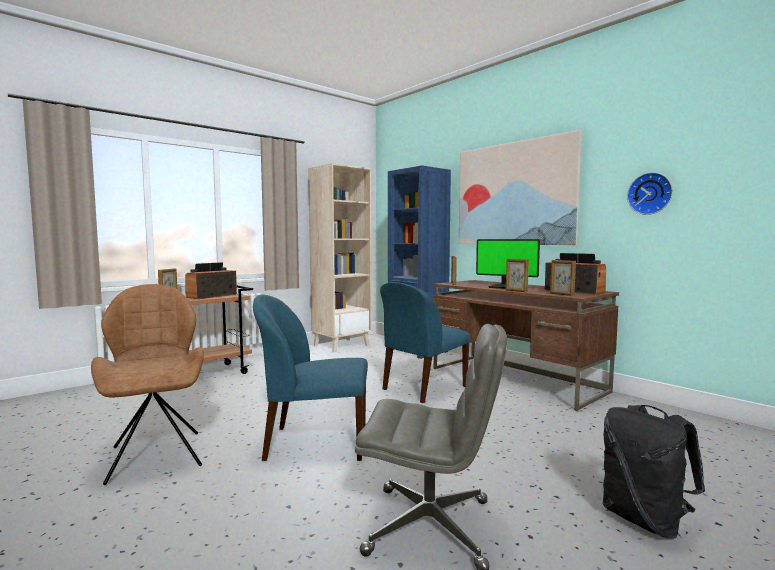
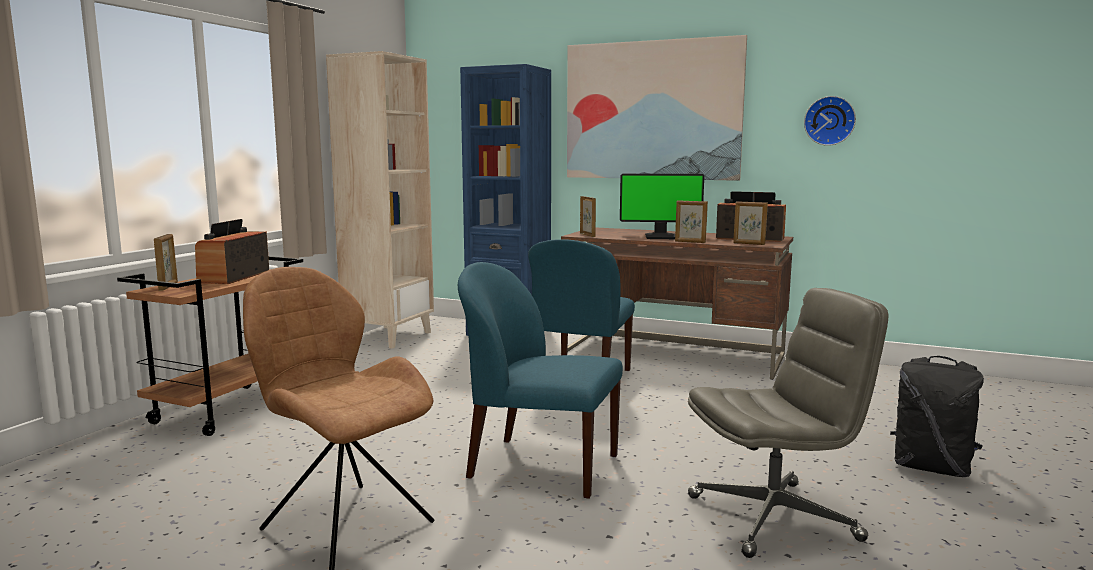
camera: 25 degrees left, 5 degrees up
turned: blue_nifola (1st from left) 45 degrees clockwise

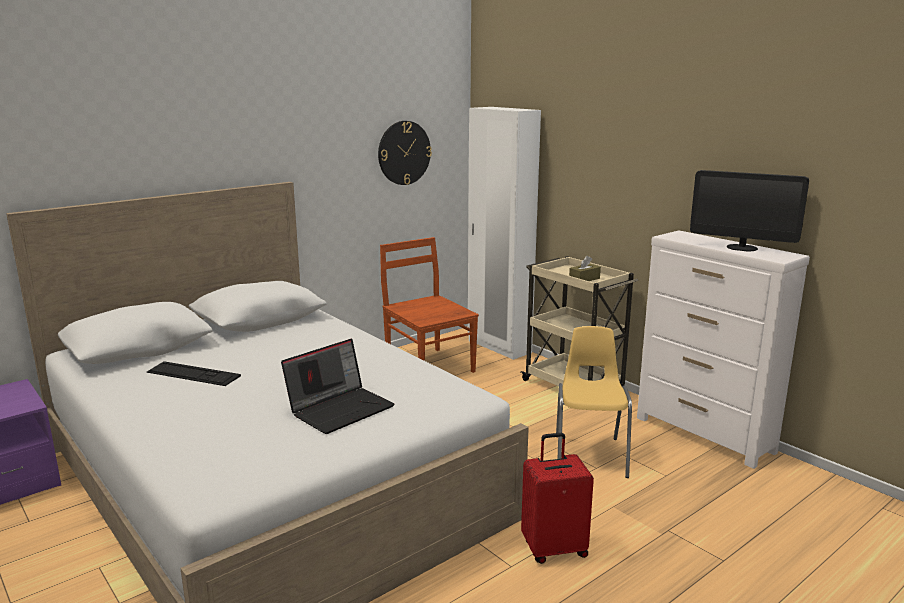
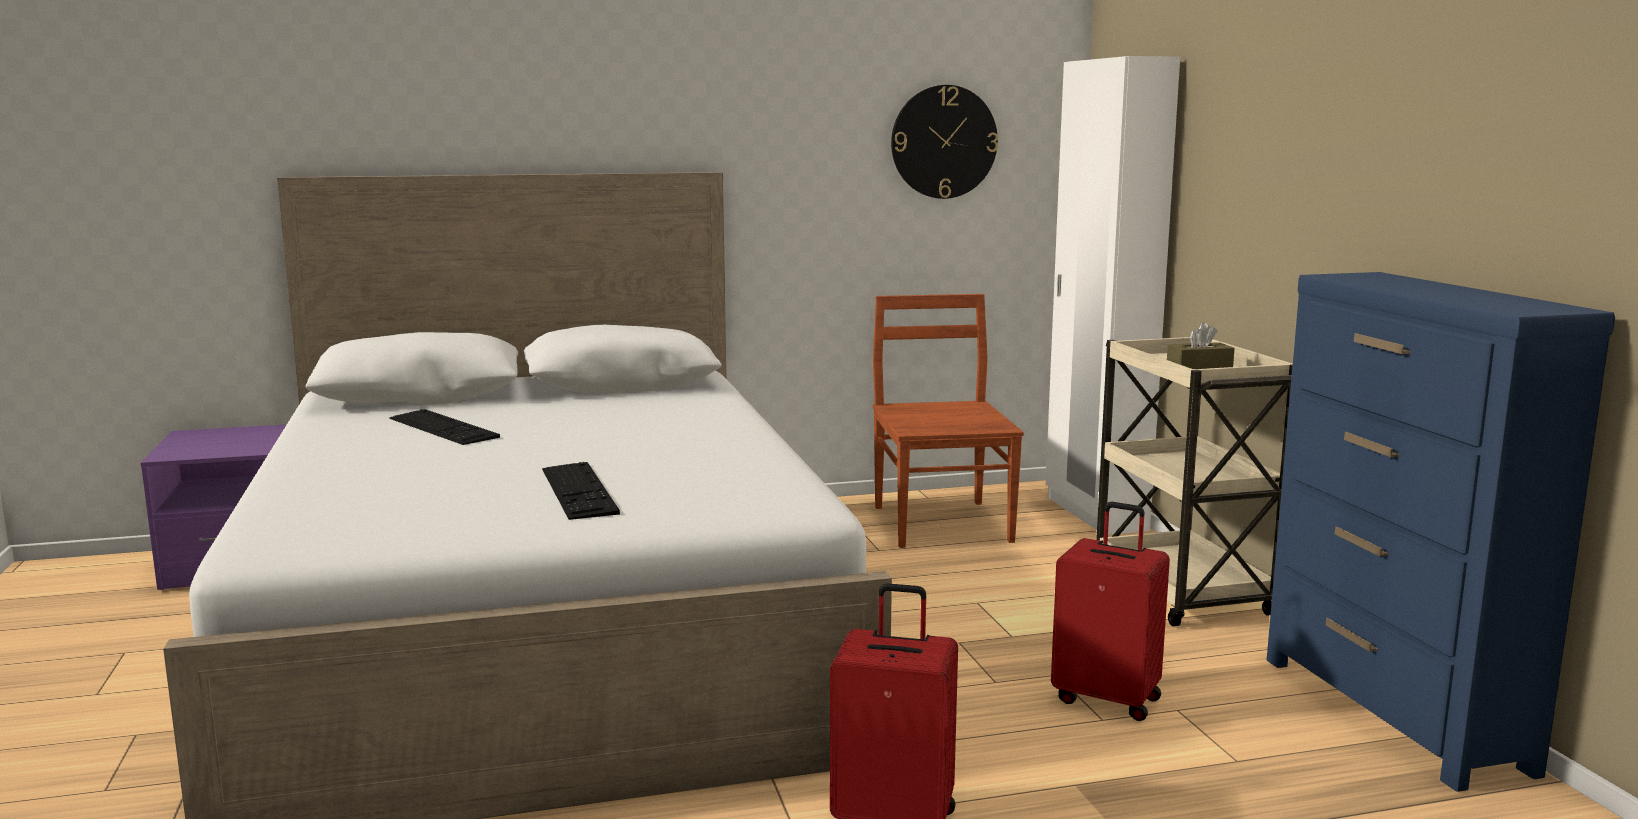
camera: 25 degrees right, 5 degrees down
removed: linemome
replaced: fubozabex to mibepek (2nd from left); yellow_nifola to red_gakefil (2nd from left)
recoloured: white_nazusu to blue_nazusu

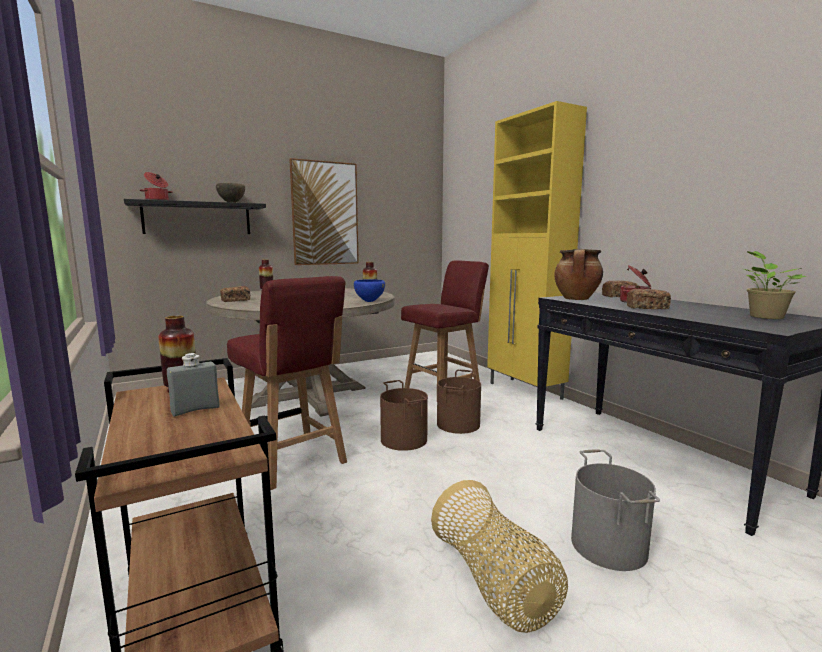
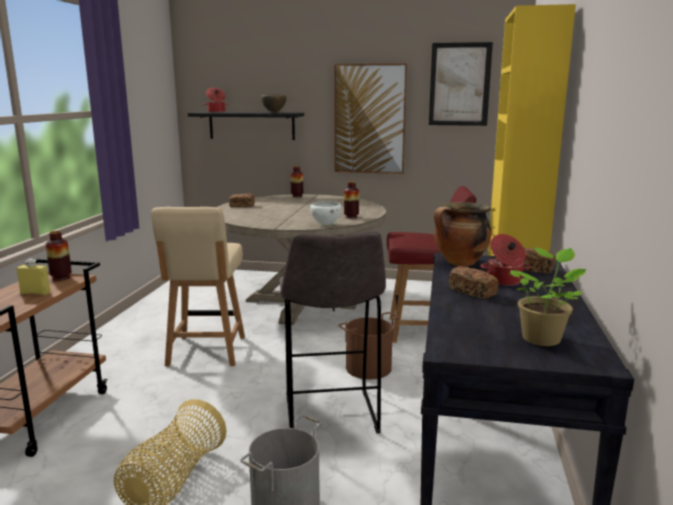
camera: 40 degrees right, 5 degrees up
removed: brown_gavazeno (1st from left)
added: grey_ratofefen; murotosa (2nd from left)
recoloured: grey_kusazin to yellow_kusazin; red_nifola (1st from left) to beige_nifola; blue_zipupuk to white_zipupuk

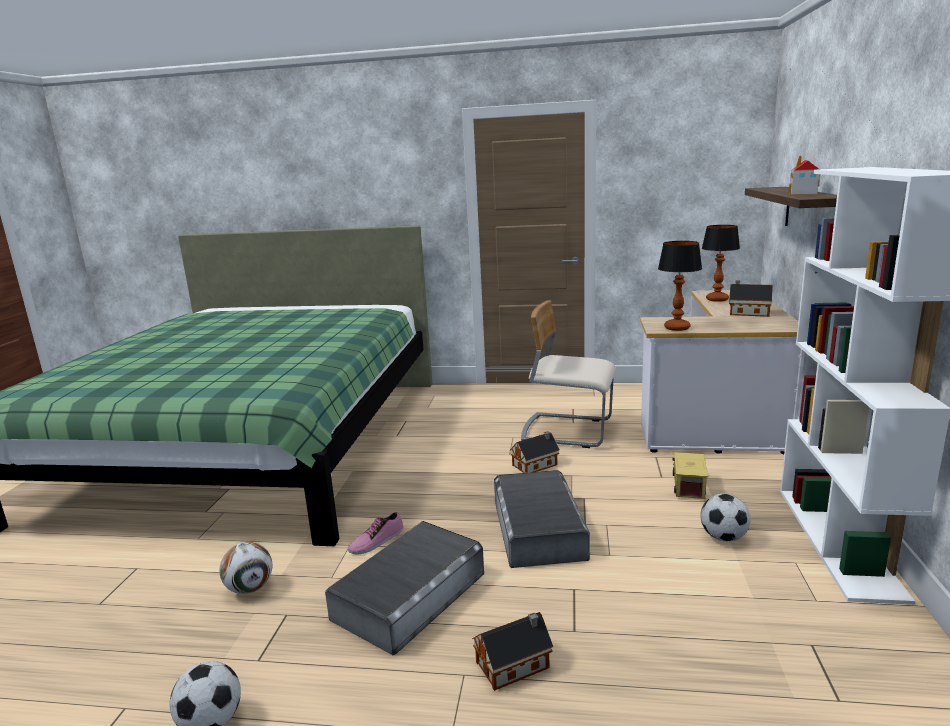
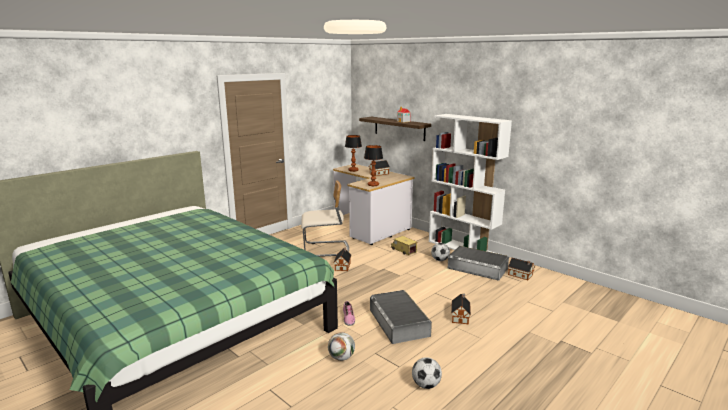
camera: 55 degrees left, 0 degrees up
added: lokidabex (5th from left)
moved: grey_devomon (2nd from left)
turned: beige_nifola 150 degrees counterclockwise

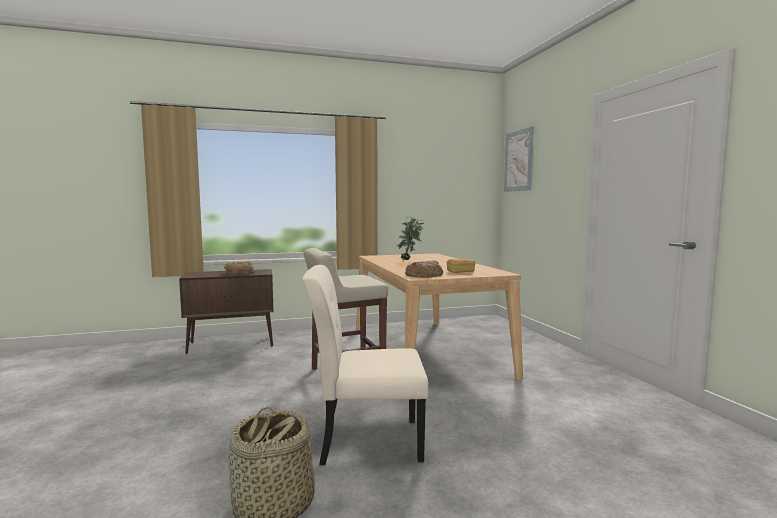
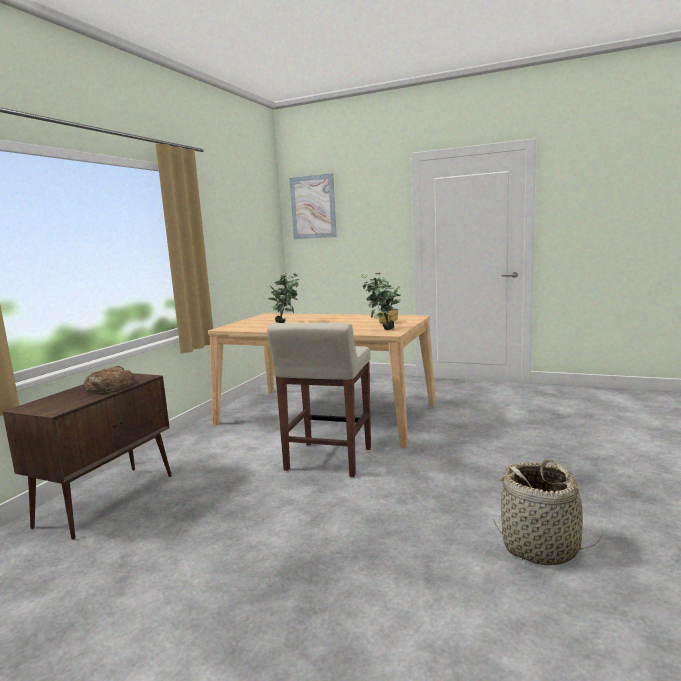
camera: 50 degrees left, 5 degrees up
removed: beige_nifola
replaced: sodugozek (2nd from left) to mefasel (2nd from left)

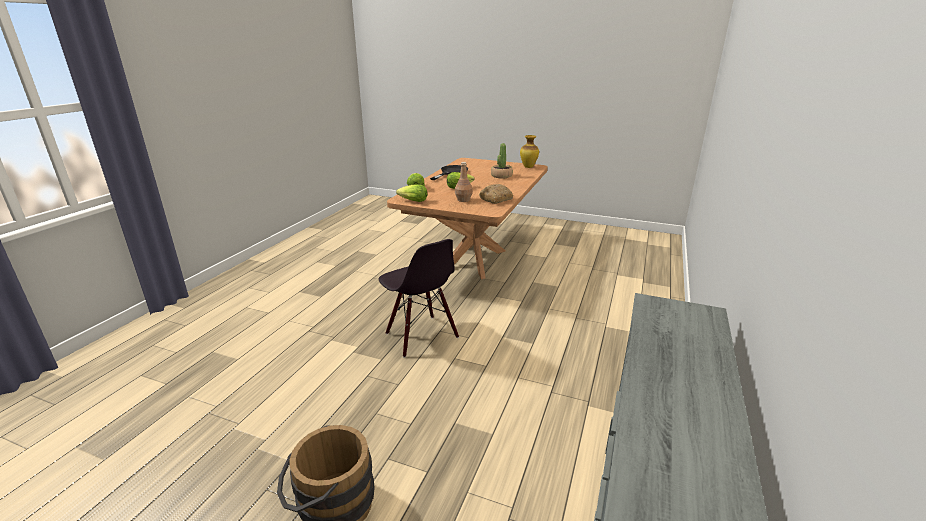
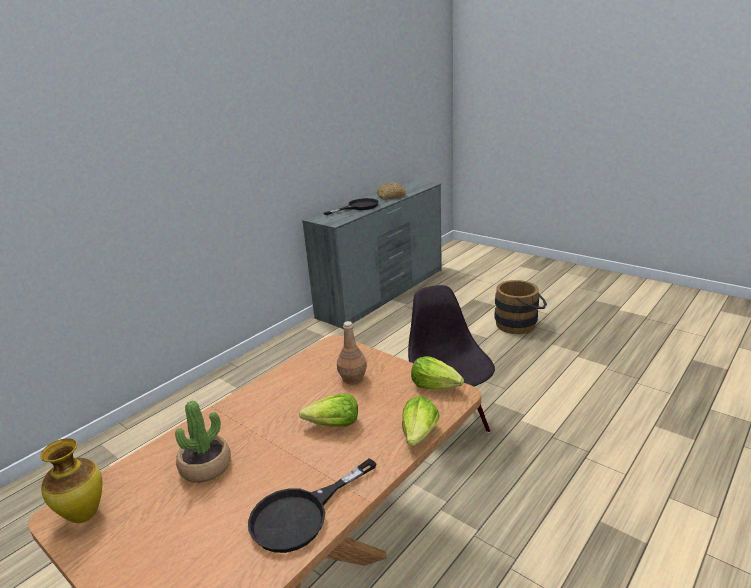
camera: 160 degrees left, 0 degrees up
added: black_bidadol (2nd from left)
moved: sodugozek

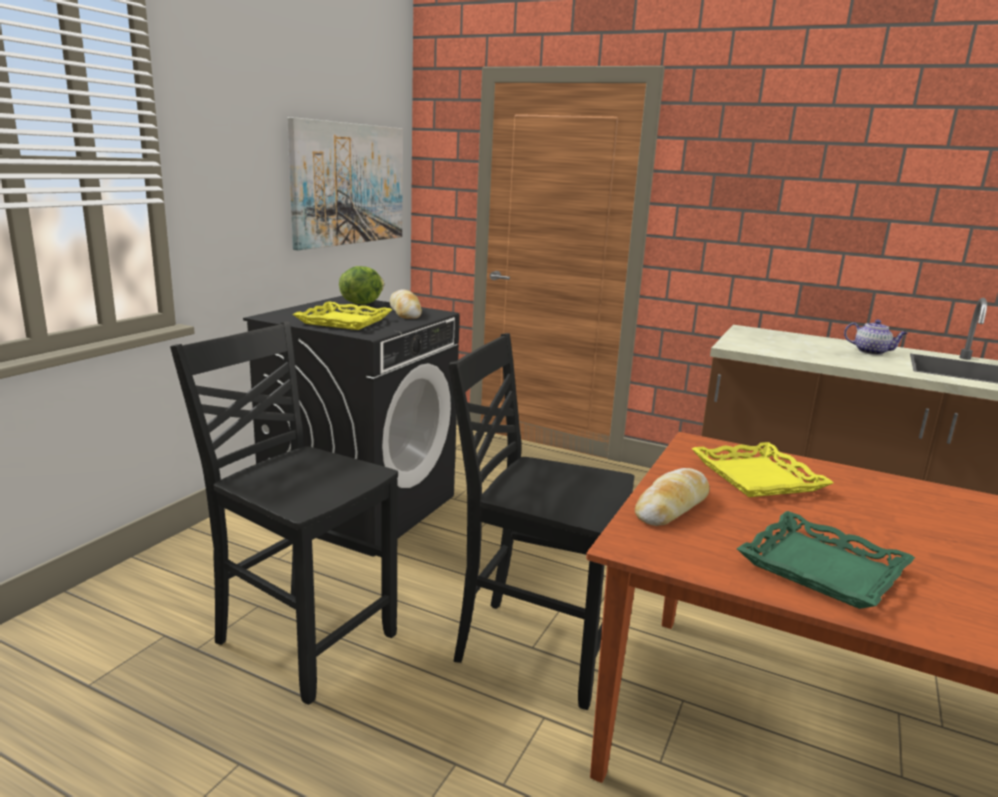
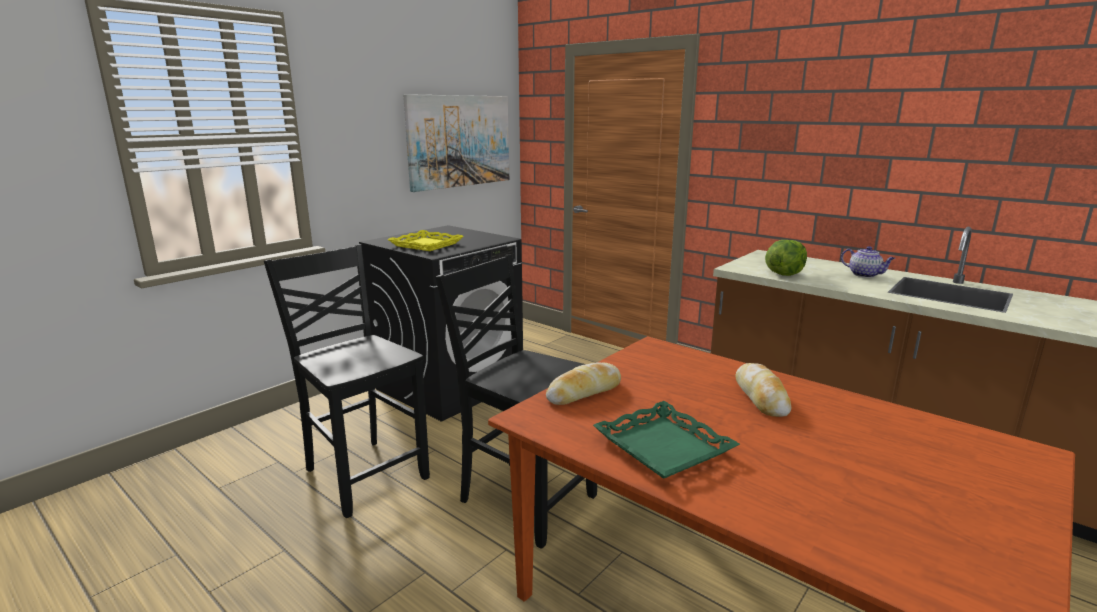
camera: 15 degrees right, 0 degrees up
removed: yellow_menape (2nd from left)
moved: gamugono; sodugozek (1st from left in the first image) to sodugozek (2nd from left)

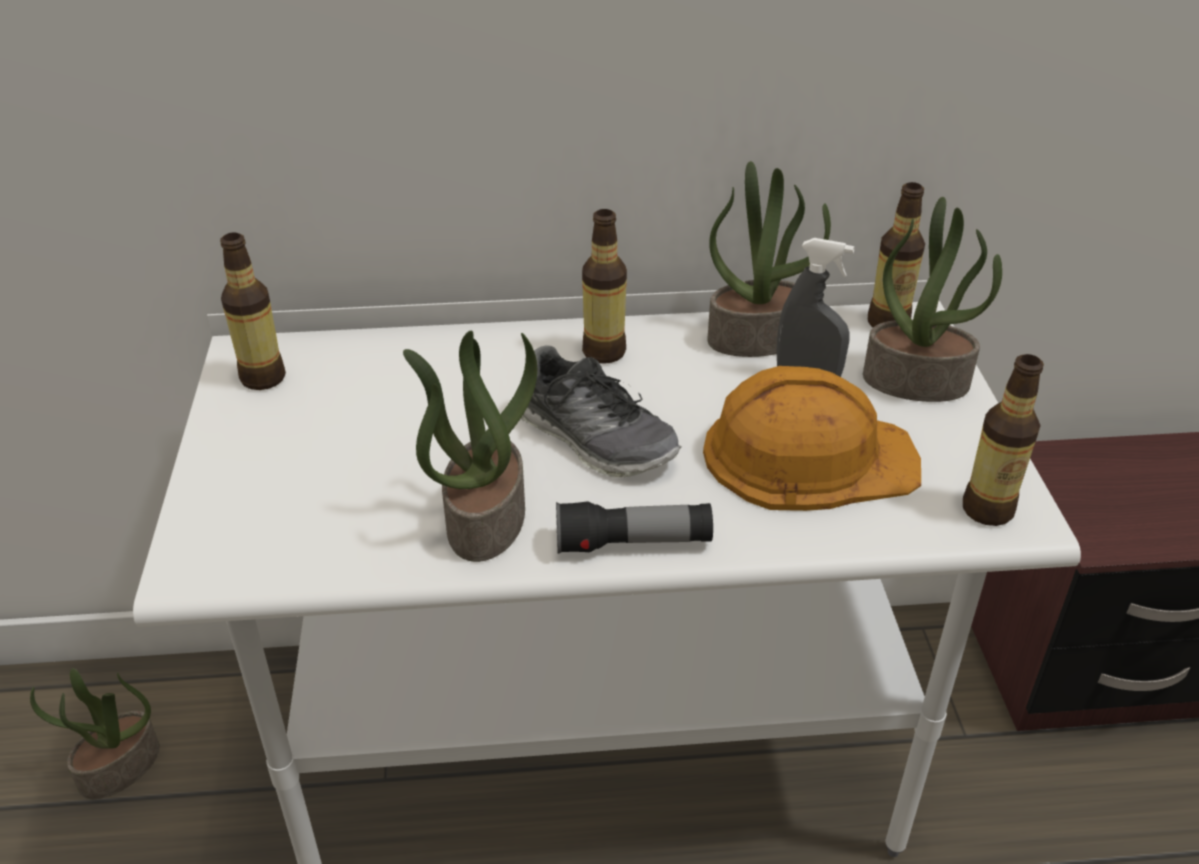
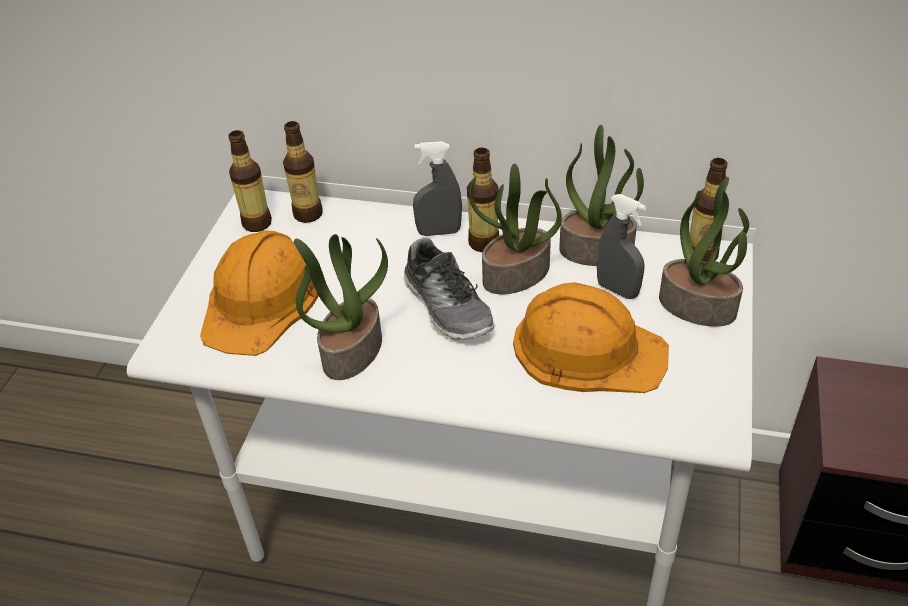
camera: 20 degrees right, 5 degrees up
removed: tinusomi
added: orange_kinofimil (1st from left); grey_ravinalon (1st from left)
moved: mefasel (1st from left in the first image) to mefasel (2nd from left); kusazin (4th from left in the first image) to kusazin (2nd from left)

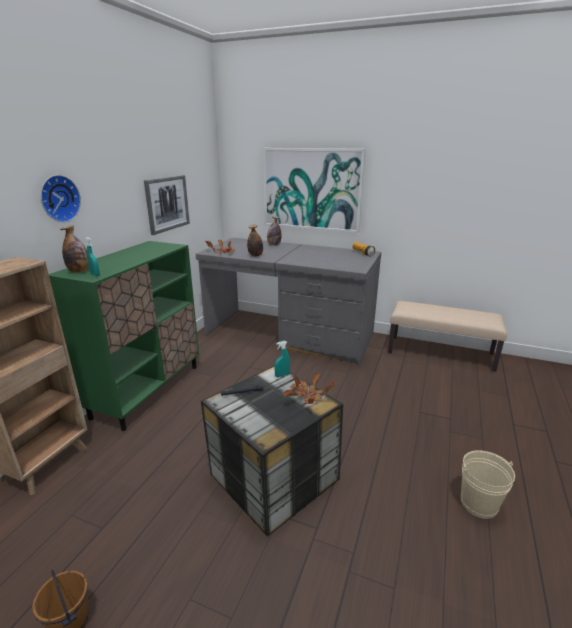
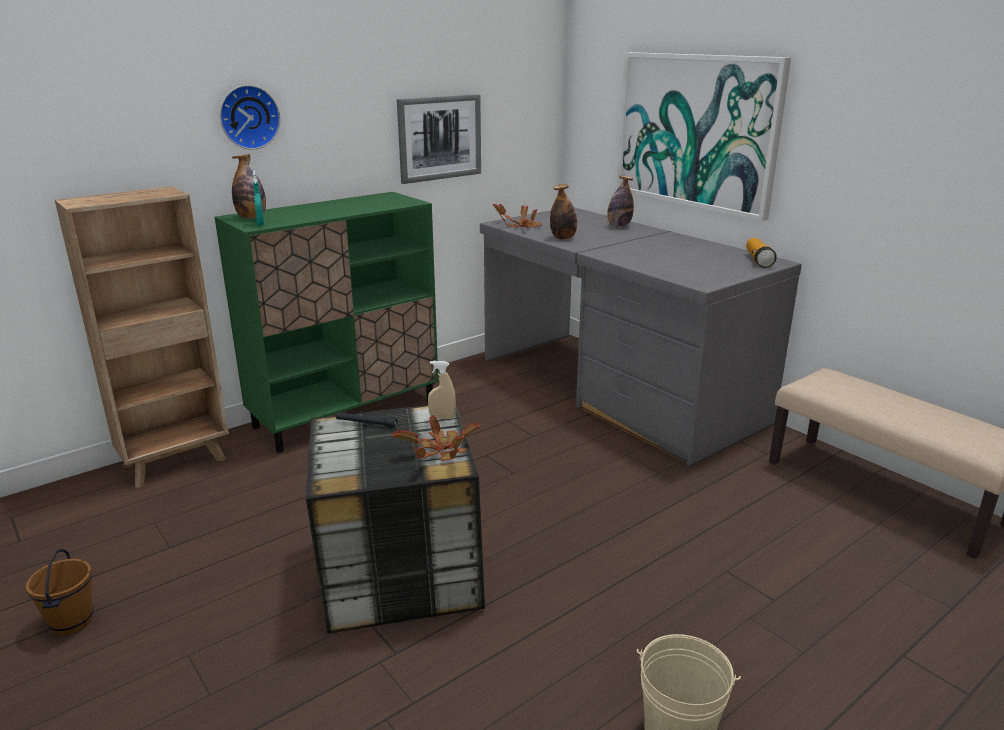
camera: 30 degrees right, 0 degrees up
recoloured: turquoise_ravinalon (2nd from left) to beige_ravinalon

